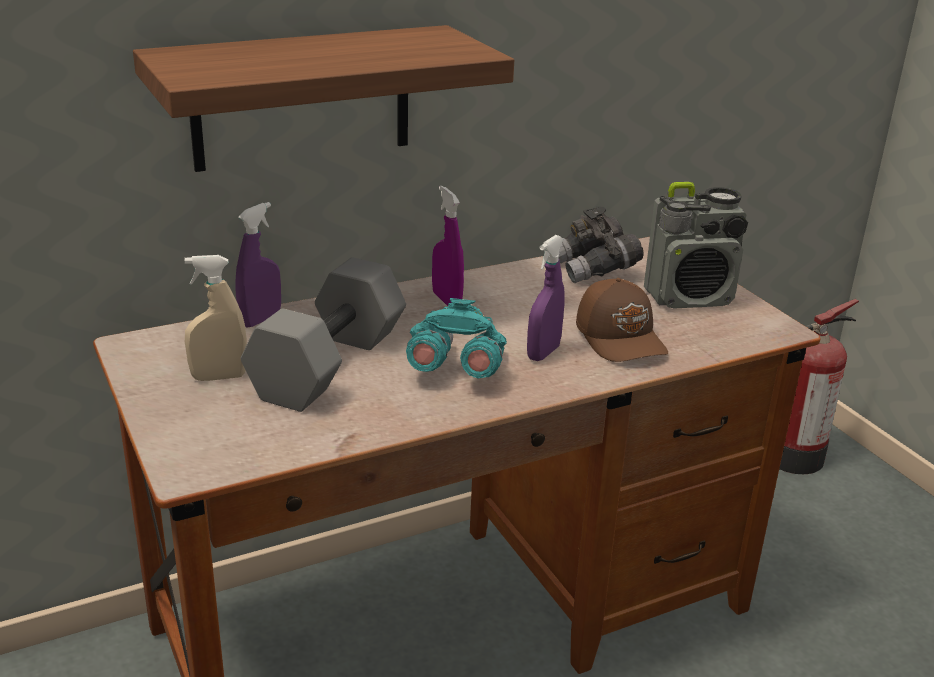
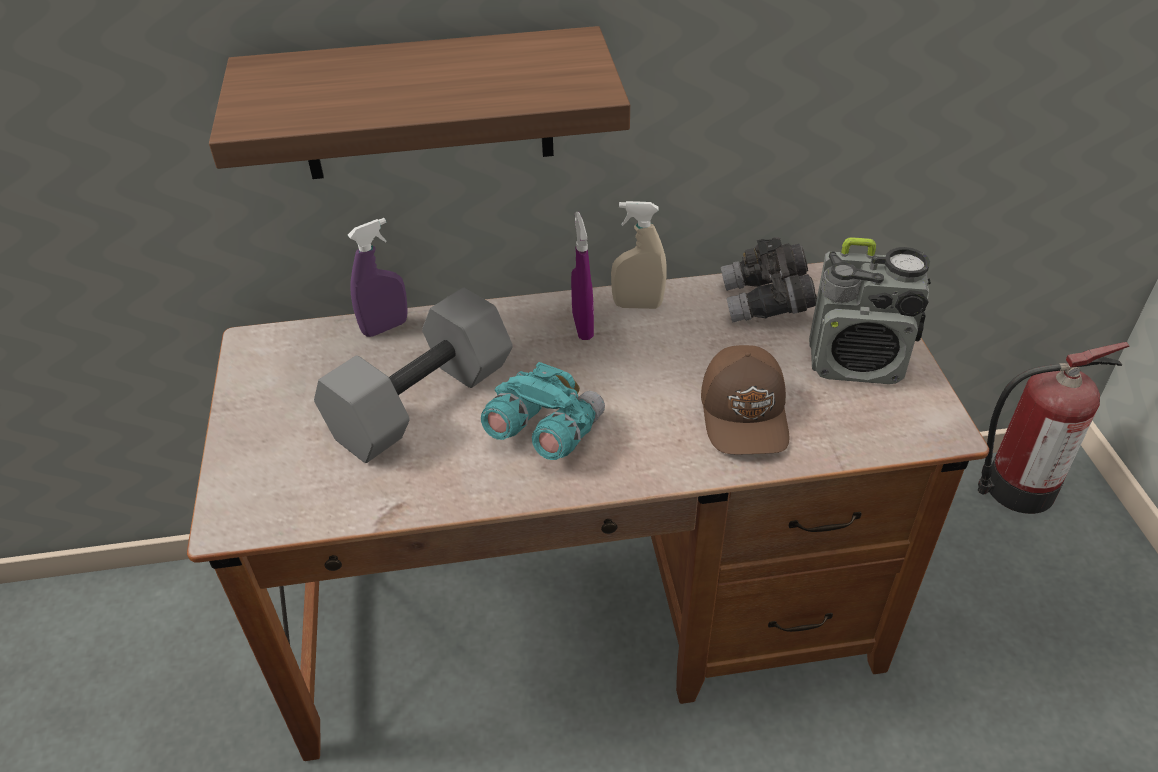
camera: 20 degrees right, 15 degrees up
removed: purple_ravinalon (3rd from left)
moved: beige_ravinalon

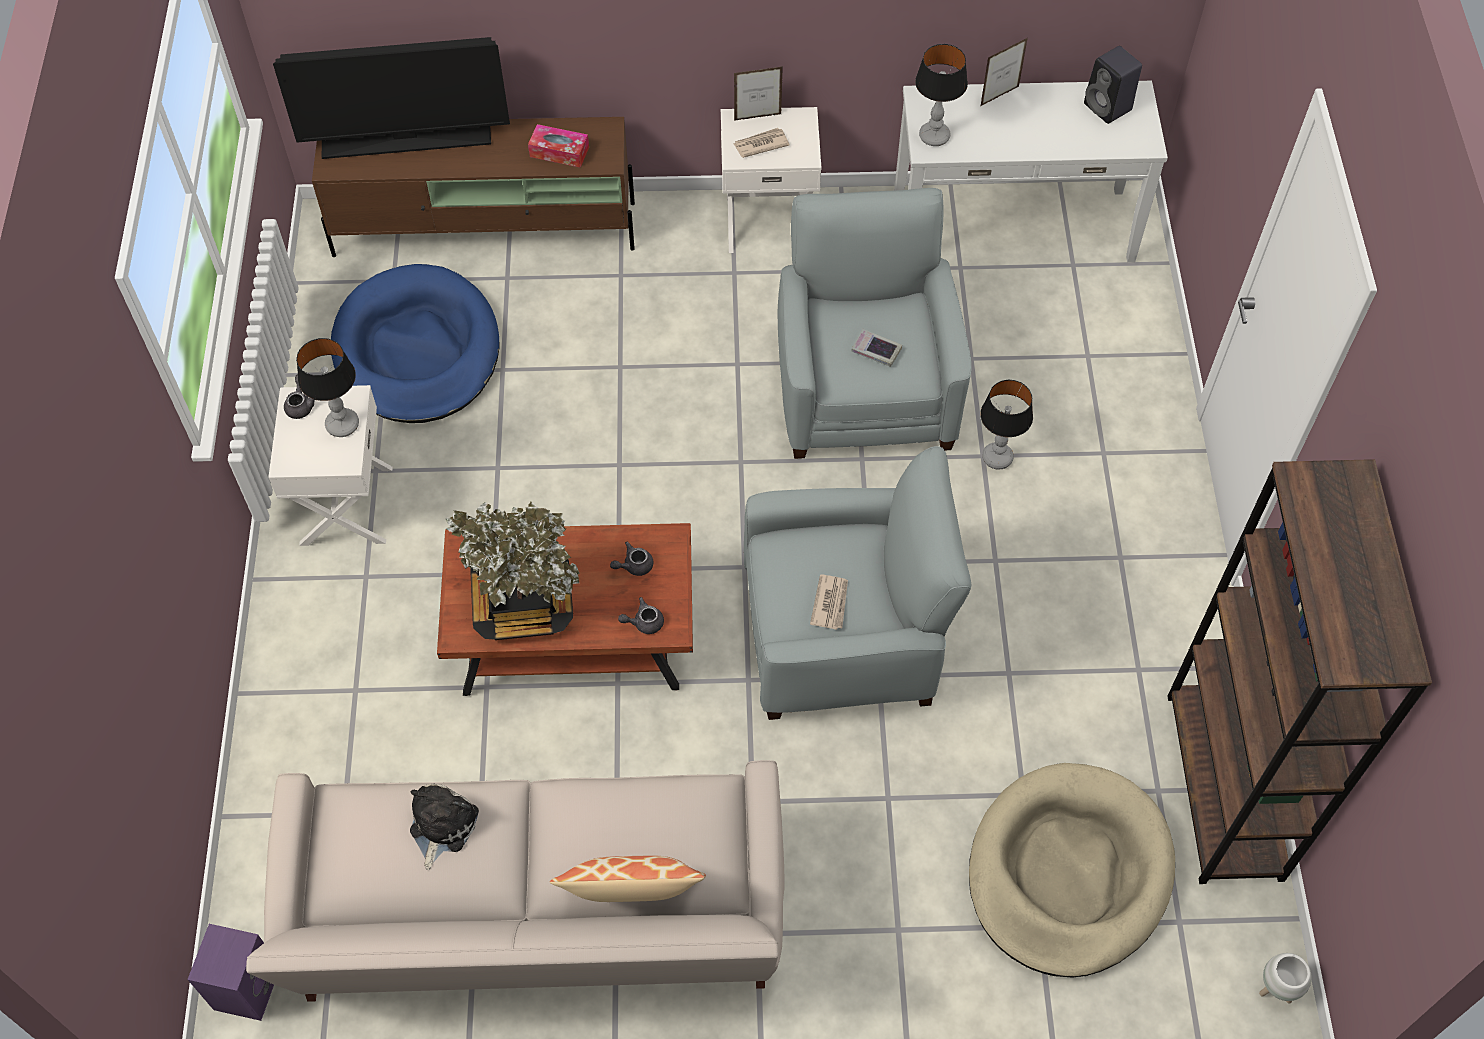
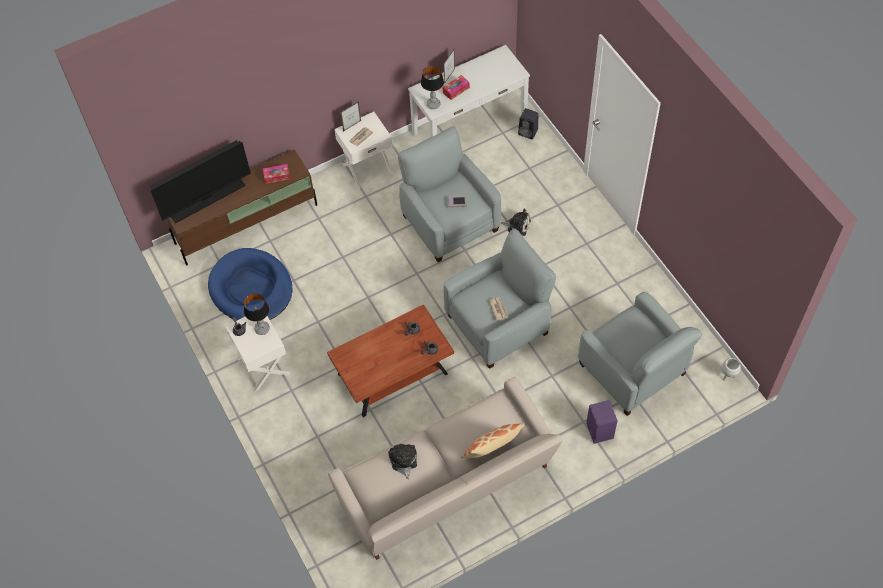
camera: 25 degrees left, 0 degrees up
removed: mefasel; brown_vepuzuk
added: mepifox (2nd from left)
moved: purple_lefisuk; black_lefisuk
replaced: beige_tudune to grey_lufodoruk (3rd from left); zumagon (3rd from left) to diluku (2nd from left)

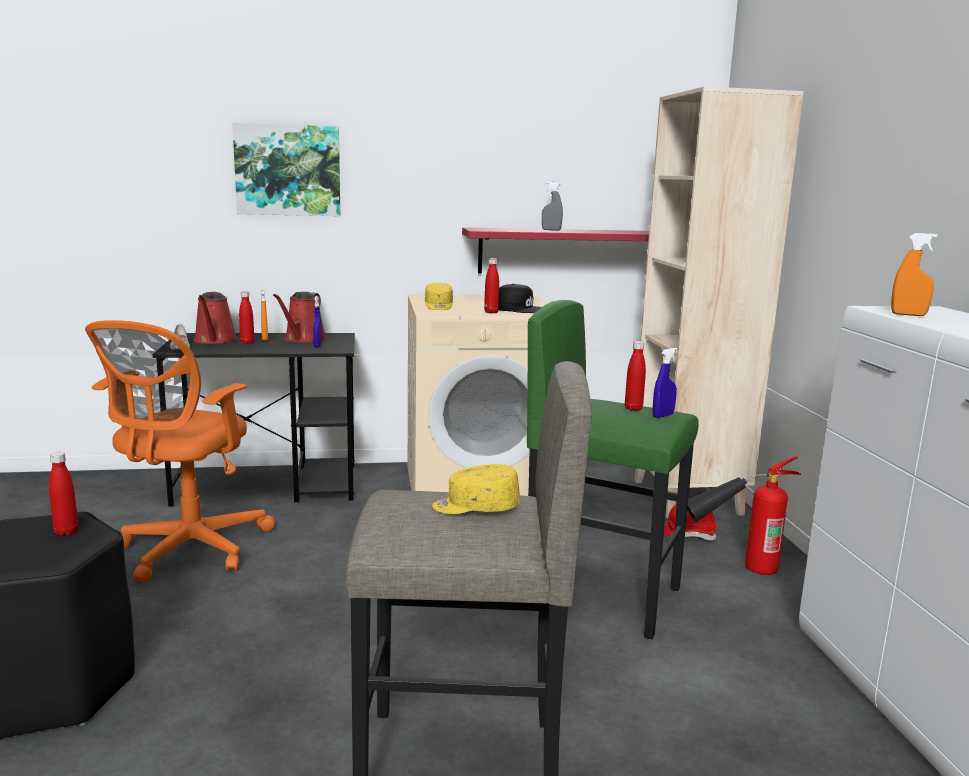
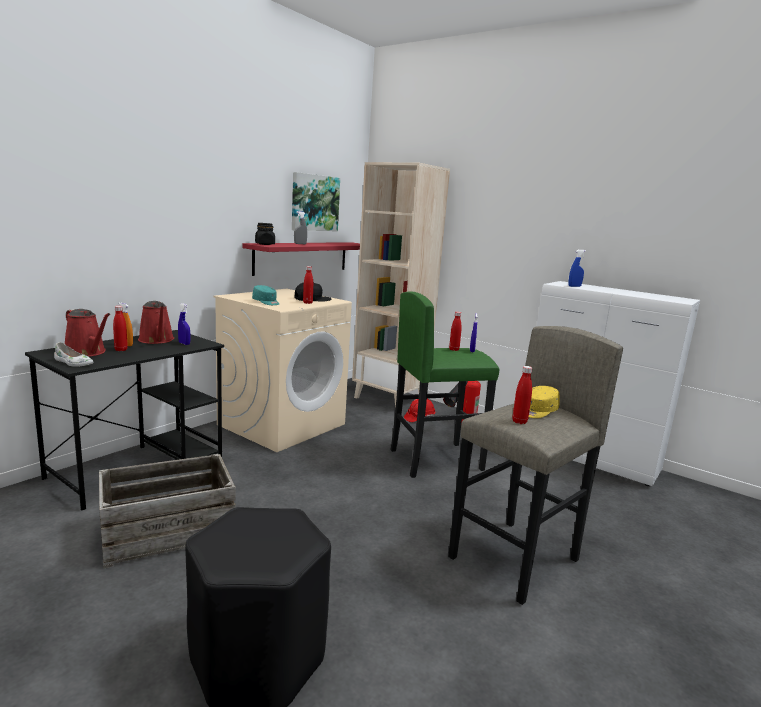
camera: 45 degrees left, 0 degrees up
added: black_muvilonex
moved: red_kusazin (1st from left in the first image) to red_kusazin (4th from left); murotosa
replaced: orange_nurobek to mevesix
recoloured: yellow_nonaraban (1st from left) to turquoise_nonaraban; orange_ravinalon (2nd from left) to blue_ravinalon (3rd from left)

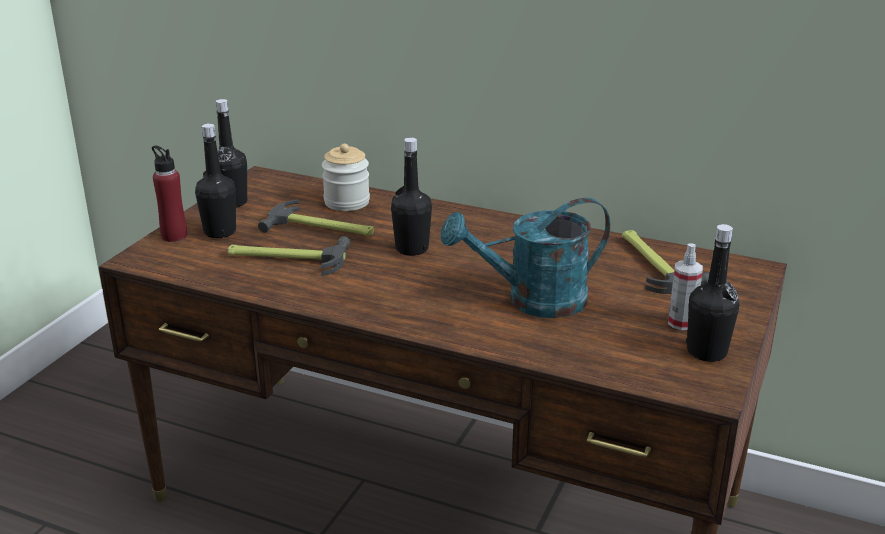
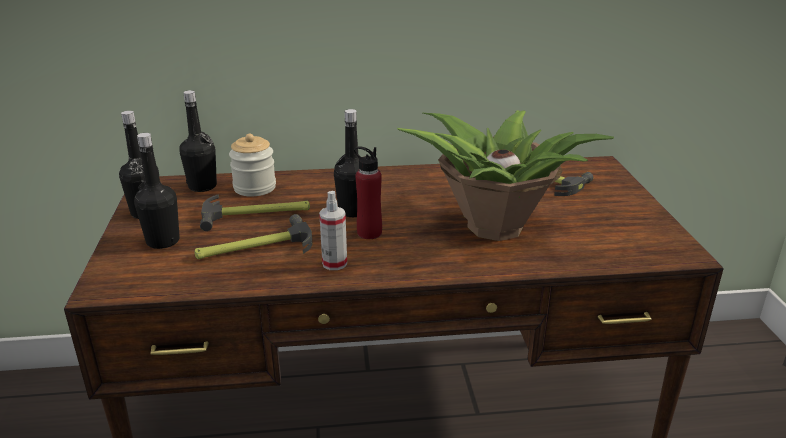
camera: 30 degrees left, 0 degrees up
moved: red_kusazin; ravinalon; black_kusazin (4th from left in the first image) to black_kusazin (3rd from left)
replaced: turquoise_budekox to mefasel

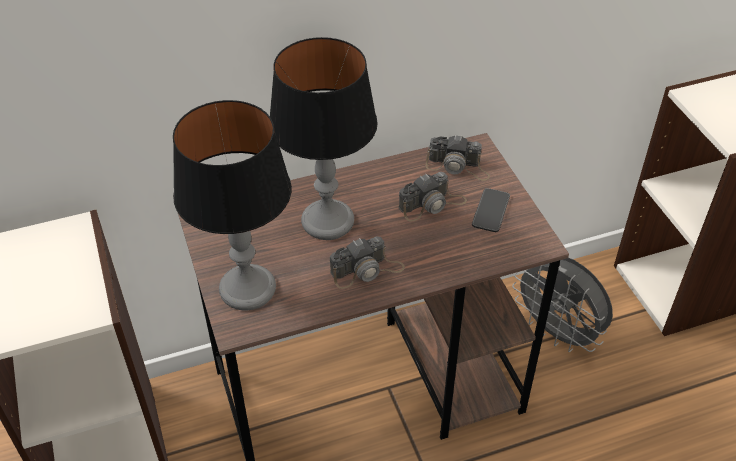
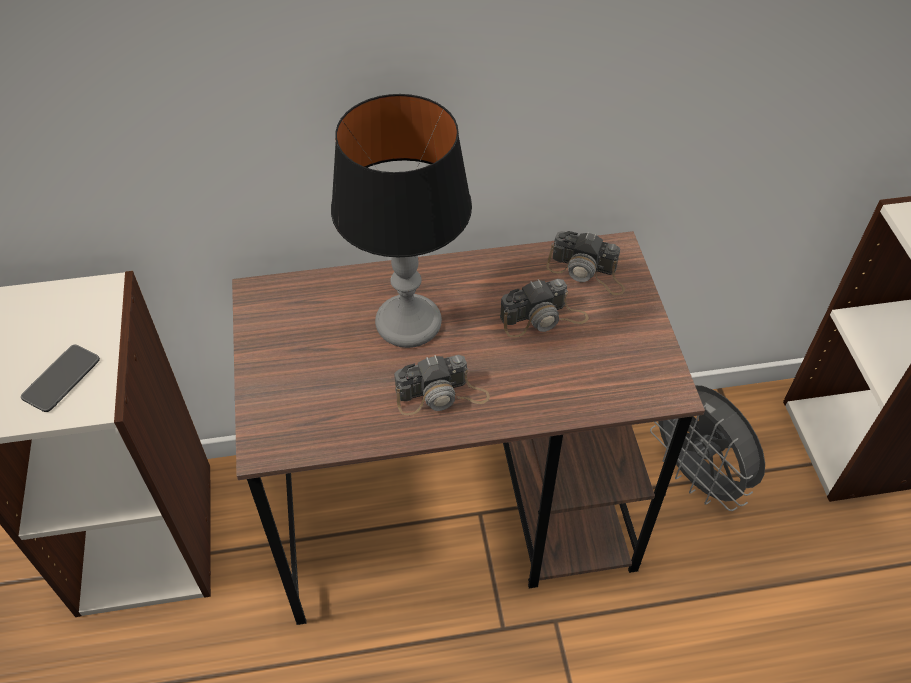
camera: 10 degrees right, 5 degrees up
removed: zumagon (1st from left)
moved: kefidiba

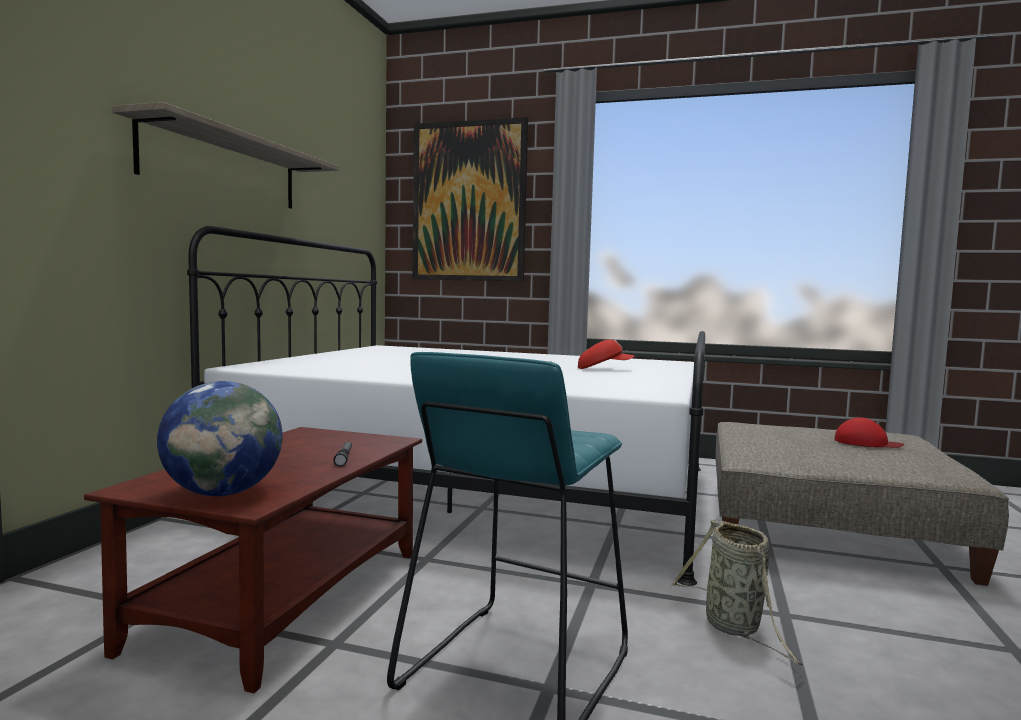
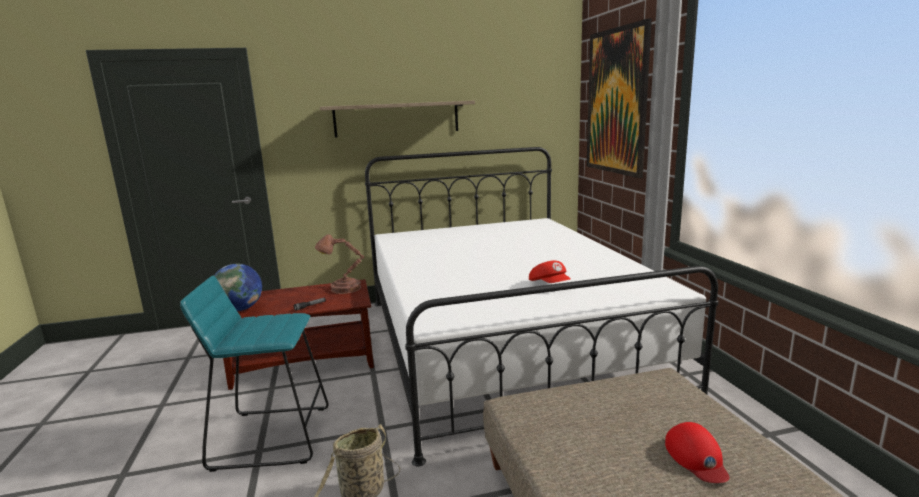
camera: 60 degrees right, 10 degrees up
added: brown_zumagon

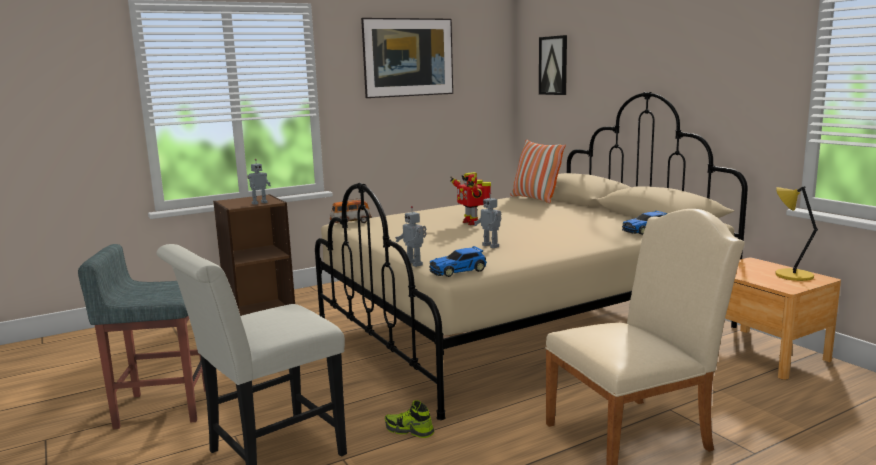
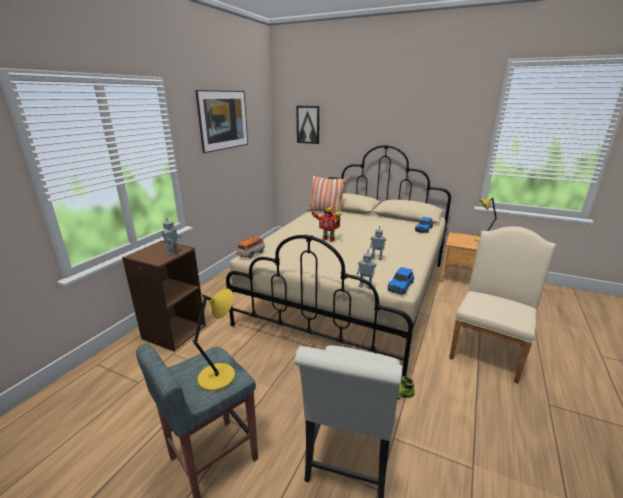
camera: 35 degrees left, 10 degrees up
added: yellow_zumagon (1st from left)

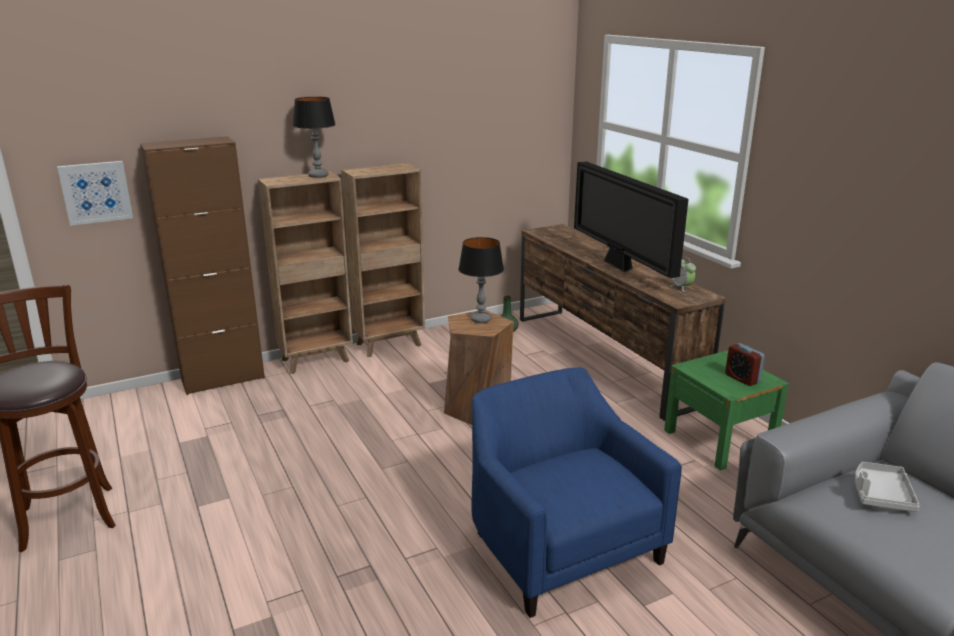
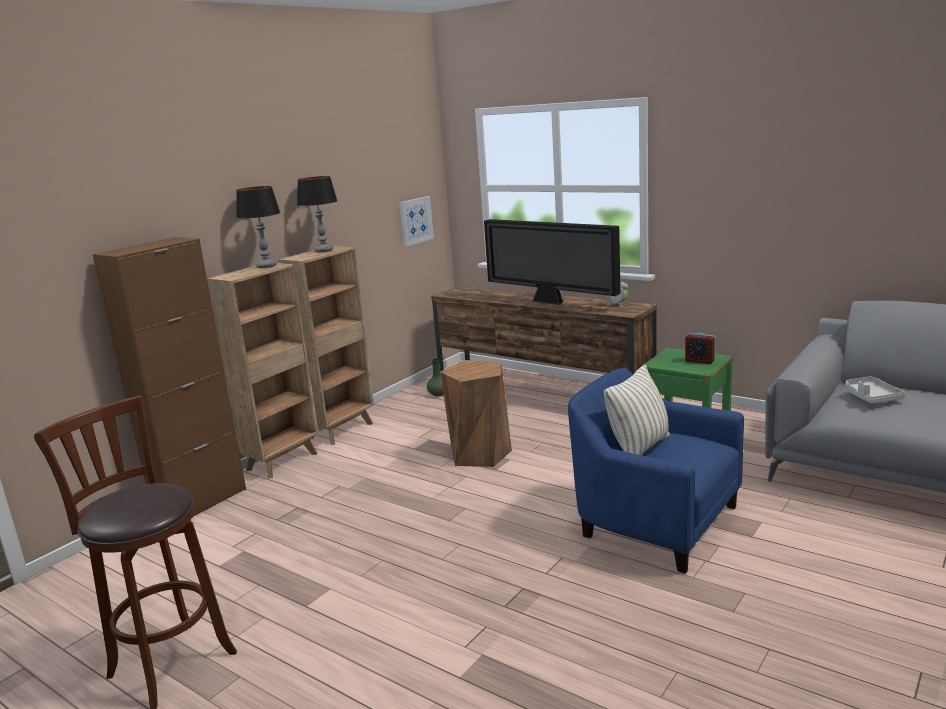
camera: 25 degrees left, 5 degrees down
added: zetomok
moved: murotosa; zumagon (2nd from left)

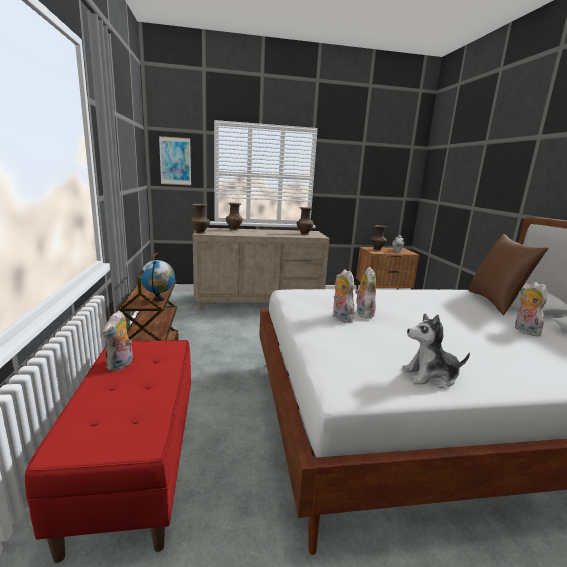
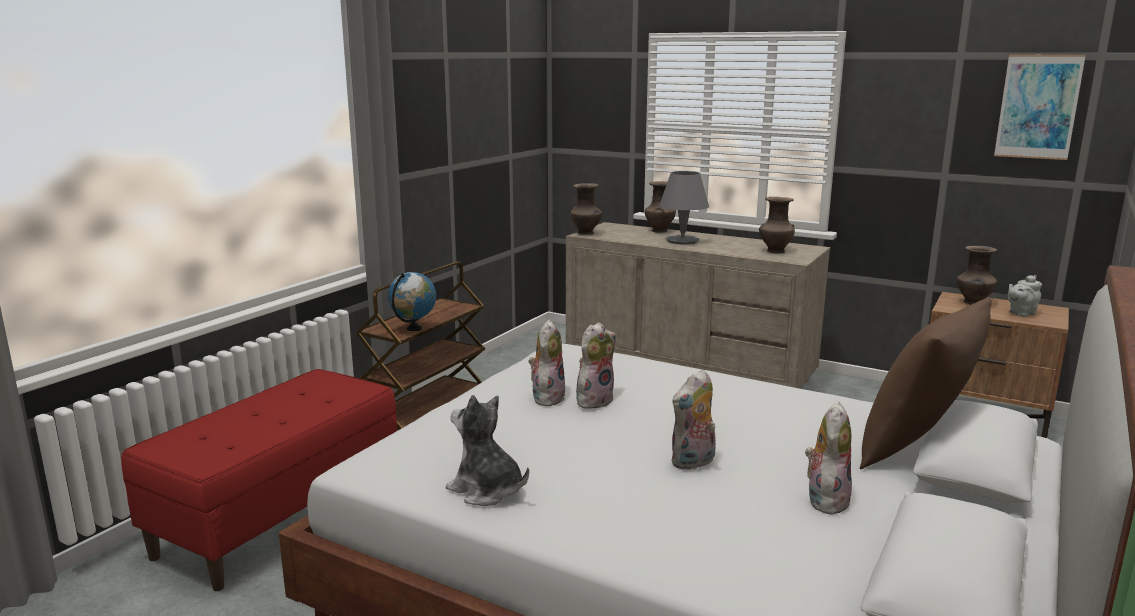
camera: 40 degrees right, 0 degrees up
added: grey_zumagon
moved: diluku (1st from left in the first image) to diluku (4th from left); murotosa

